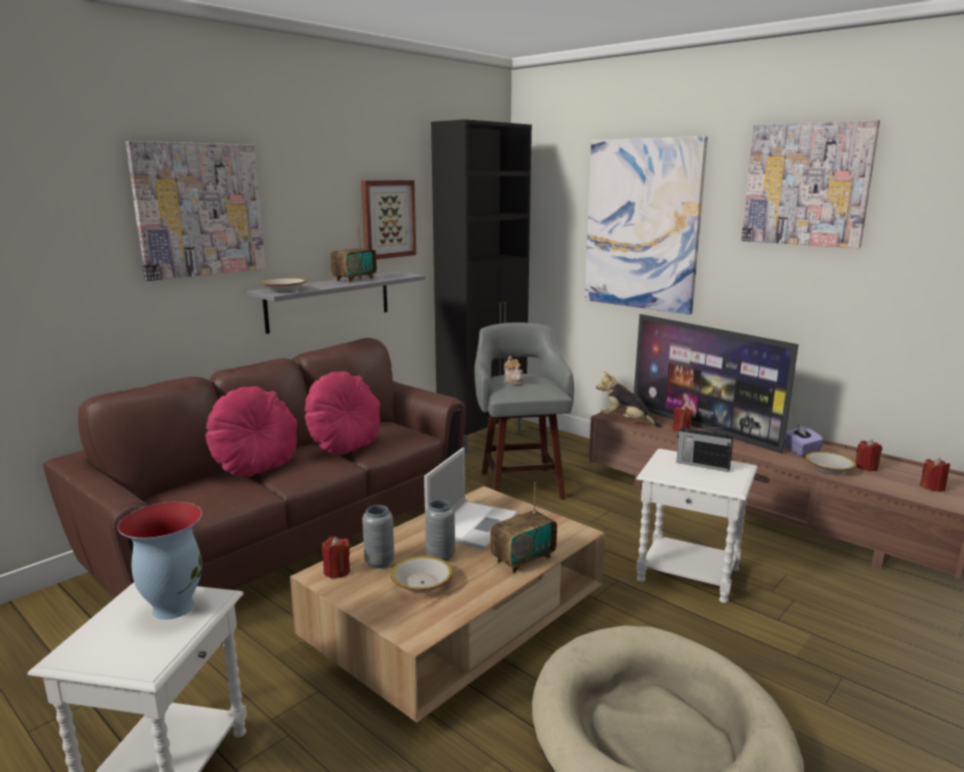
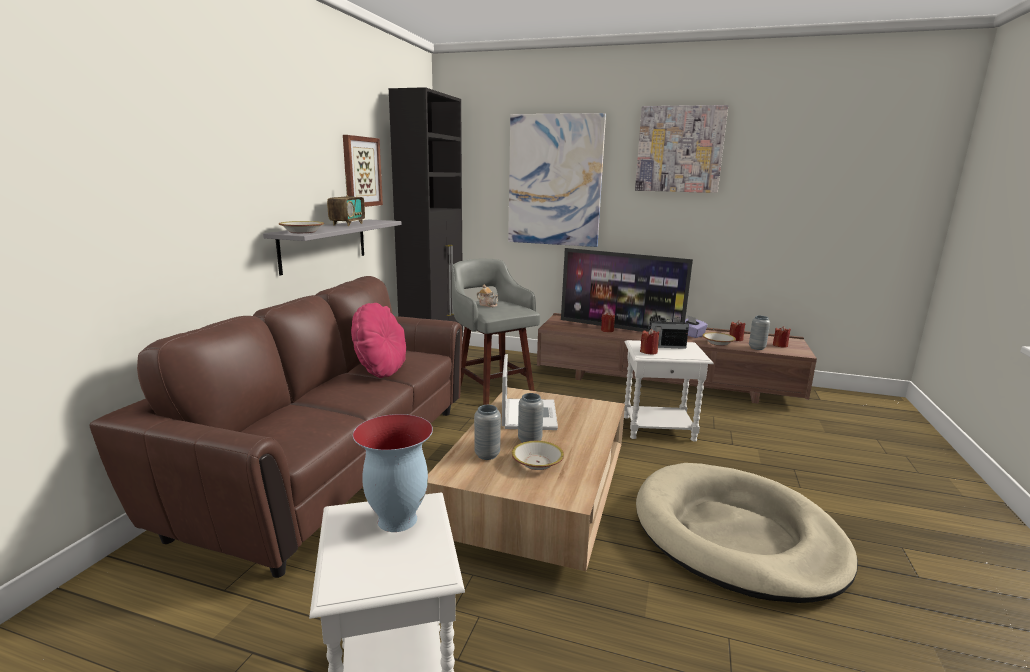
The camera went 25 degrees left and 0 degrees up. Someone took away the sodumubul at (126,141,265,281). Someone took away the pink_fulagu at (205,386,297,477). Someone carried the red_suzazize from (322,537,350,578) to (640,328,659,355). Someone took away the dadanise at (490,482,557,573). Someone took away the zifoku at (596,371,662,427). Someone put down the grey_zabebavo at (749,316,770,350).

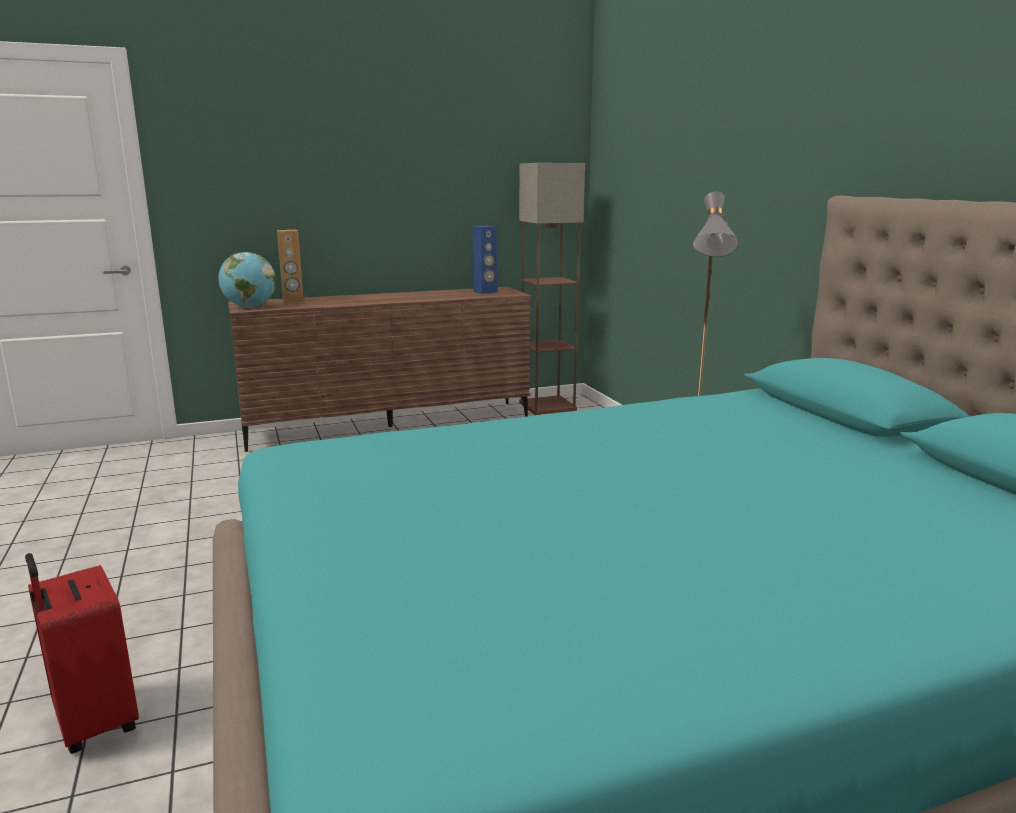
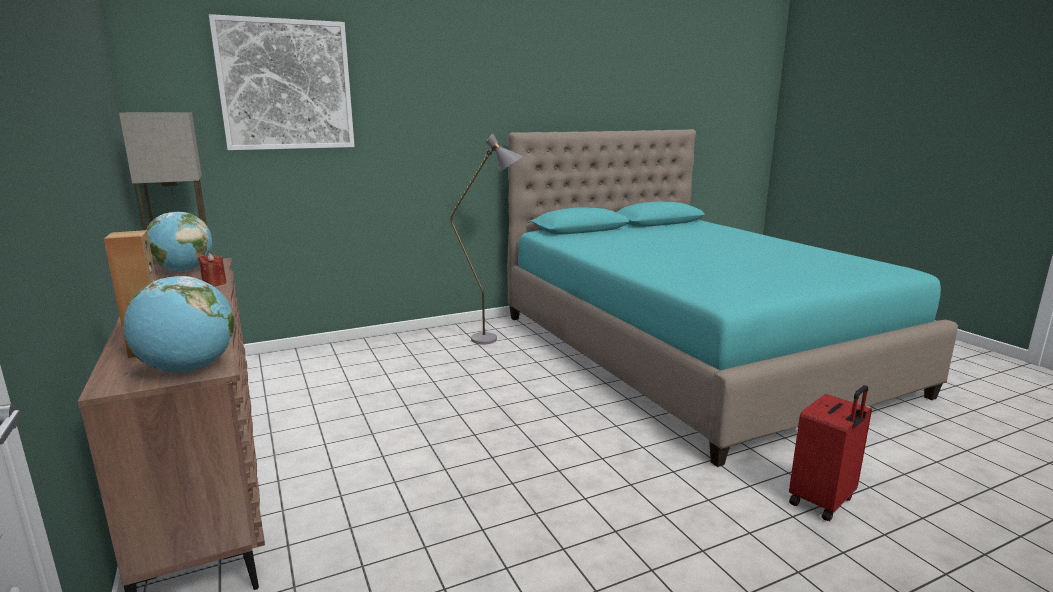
The camera went 95 degrees left and 0 degrees up. Someone swapped the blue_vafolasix at (473,226,497,294) for the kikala at (146,212,212,271). Someone put down the red_suzazize at (198,253,226,286). Someone put up the sodumubul at (209,14,355,150).

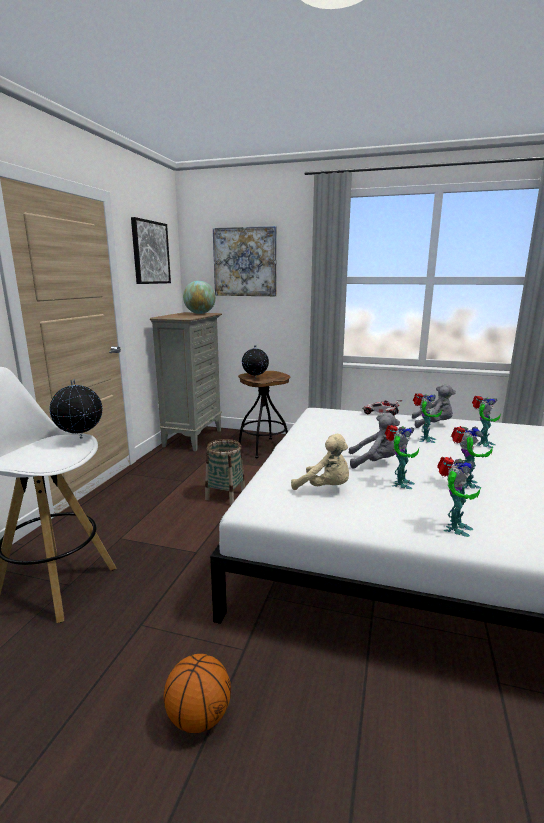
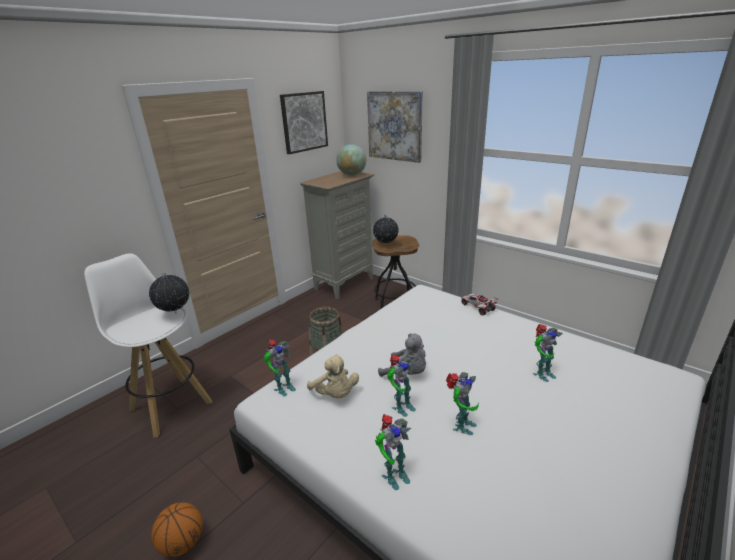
The camera went 25 degrees right and 10 degrees up. Someone took away the grey_zifoku at (412,384,456,428). Someone carried the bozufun from (413,393,442,443) to (263,340,296,396).

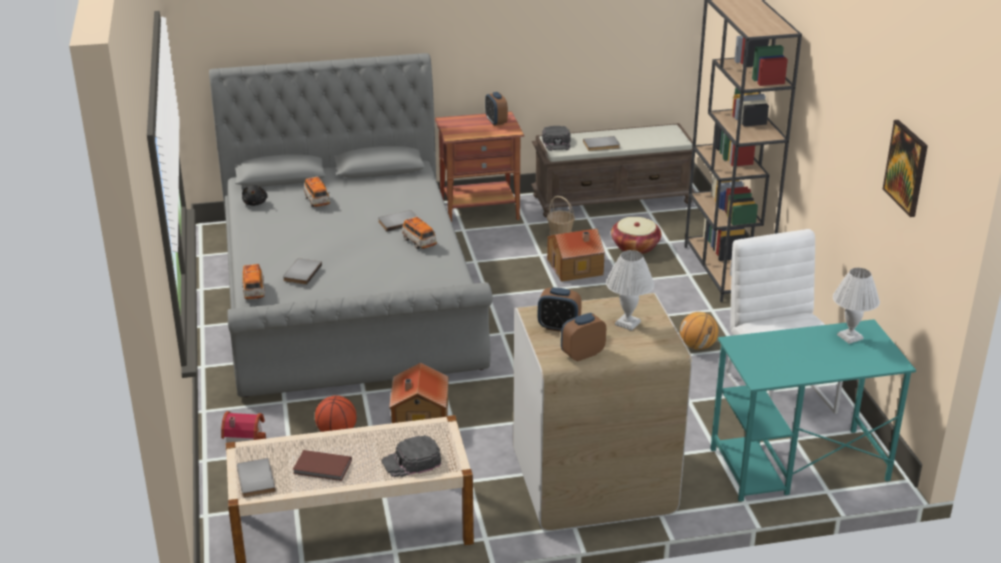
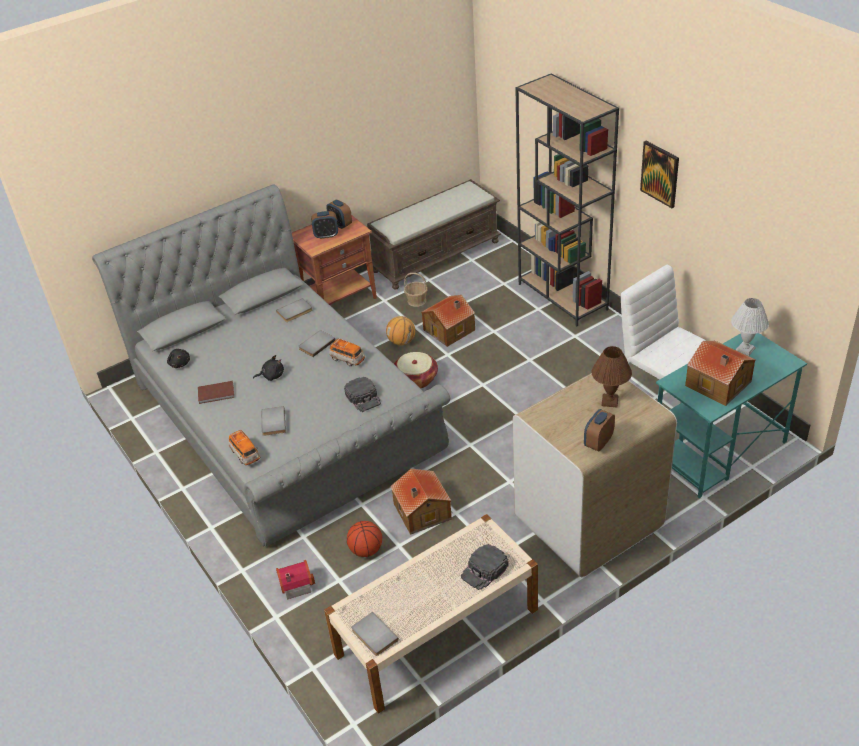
The camera went 20 degrees left and 10 degrees up. Someone carried the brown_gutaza from (293,450,352,481) to (198,381,234,404). Someone took away the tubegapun at (304,176,330,207). Someone carried the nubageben from (538,288,582,332) to (311,211,338,239). Someone carried the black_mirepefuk from (542,126,571,151) to (344,377,381,412). Someone carried the grey_gutaza from (583,136,620,151) to (276,298,313,322). Someone repainted the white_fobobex at (606,250,654,331), which became the brown_fobobex at (592,346,632,407). Someone carried the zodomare from (611,217,662,254) to (394,352,438,389). Someone carried the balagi from (680,312,719,350) to (386,316,415,345). Someone carried the sodumubul from (883,120,928,217) to (640,141,679,208). Someone put down the black_zifoku at (253,355,284,381). Someone put down the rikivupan at (685,341,756,406).

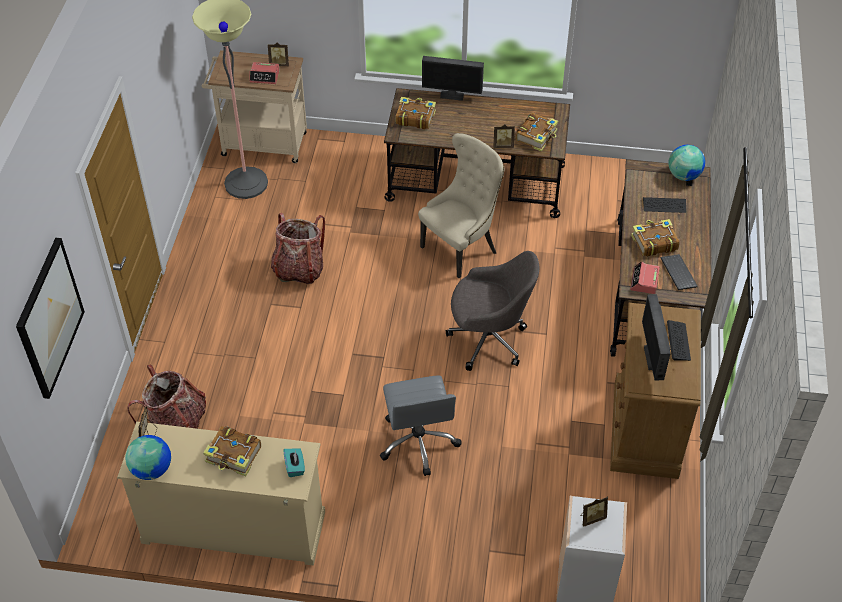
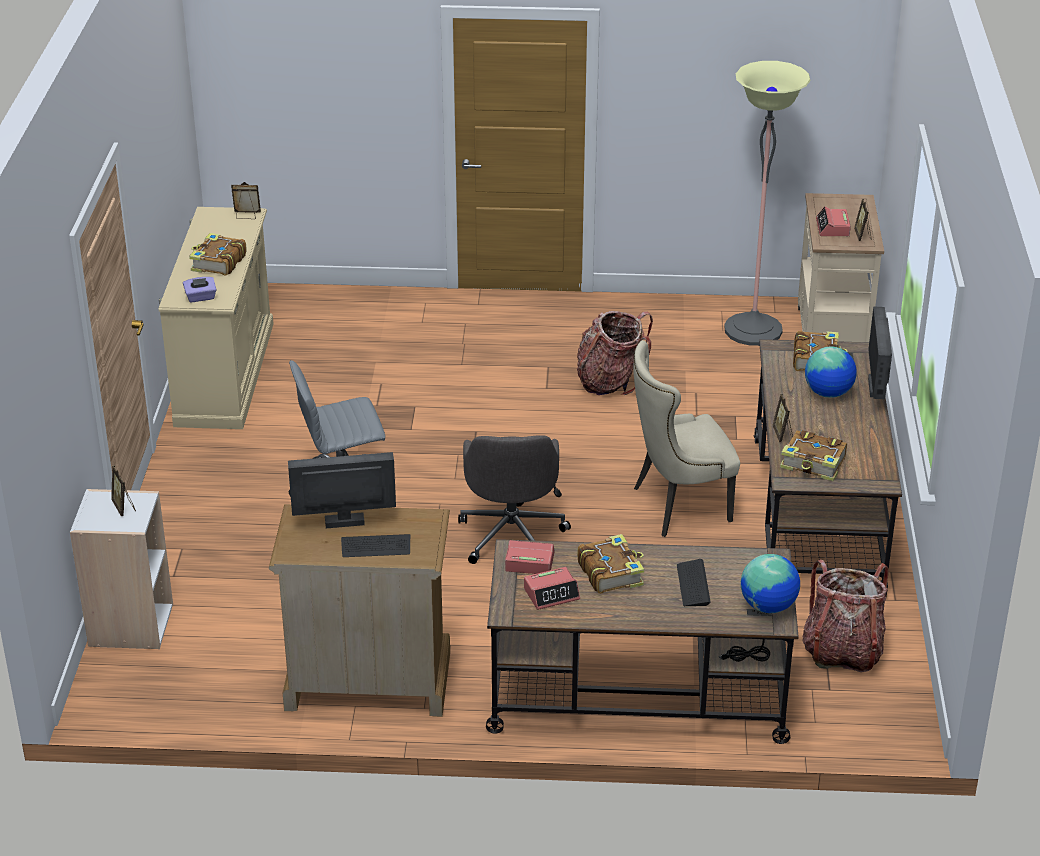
The camera went 85 degrees right and 15 degrees down. Someone took away the sodumubul at (16,238,85,399). Someone carried the kikala from (125,435,171,480) to (805,346,857,398). Someone carried the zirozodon from (128,365,206,429) to (803,560,888,672). Someone repainted the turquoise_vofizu at (284,448,305,477), which became the purple_vofizu at (183,277,217,303). Someone rotated the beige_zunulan at (418,133,504,278) by 120 degrees clockwise. Someone swapped the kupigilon at (661,254,698,290) for the nubageben at (524,567,580,610).

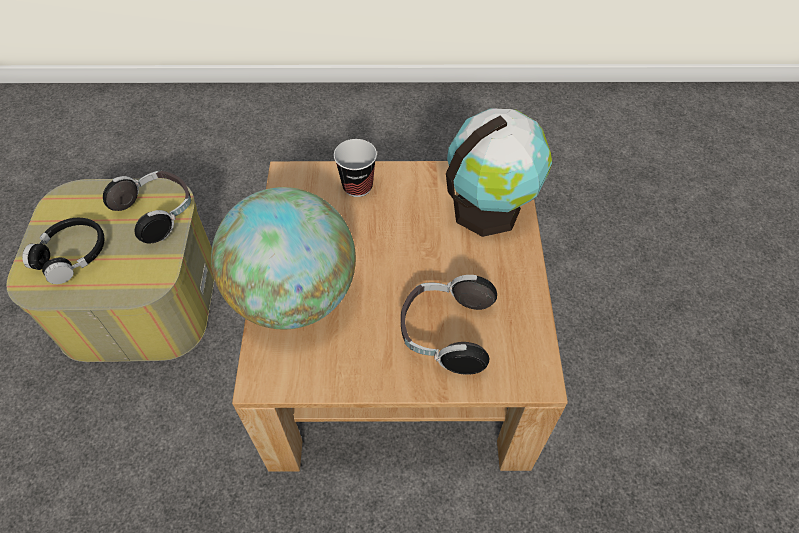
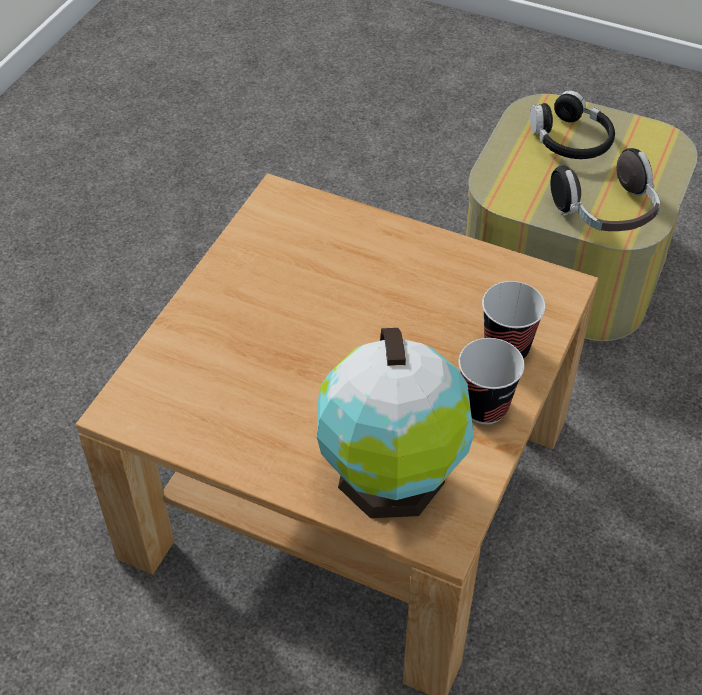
The camera went 115 degrees right and 5 degrees down. Someone took away the kikala at (211,187,356,329). Someone took away the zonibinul at (401,275,497,375). Someone put down the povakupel at (458,338,525,424).

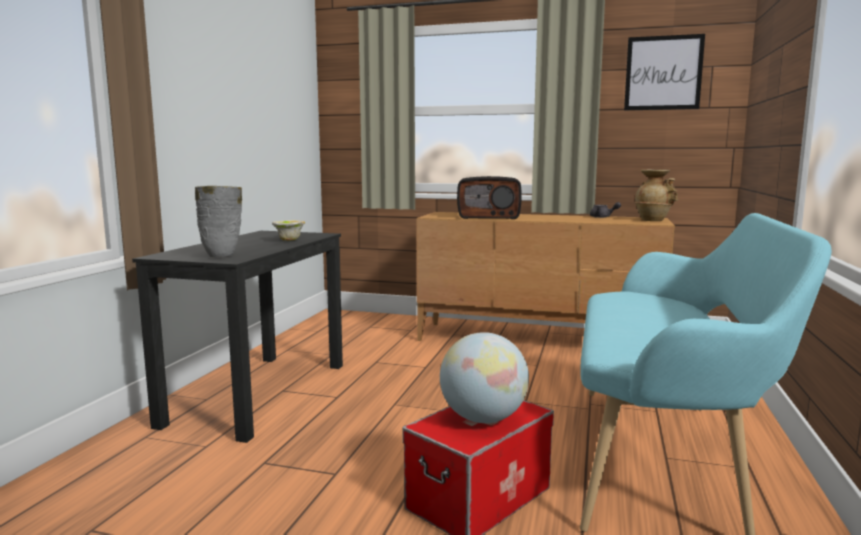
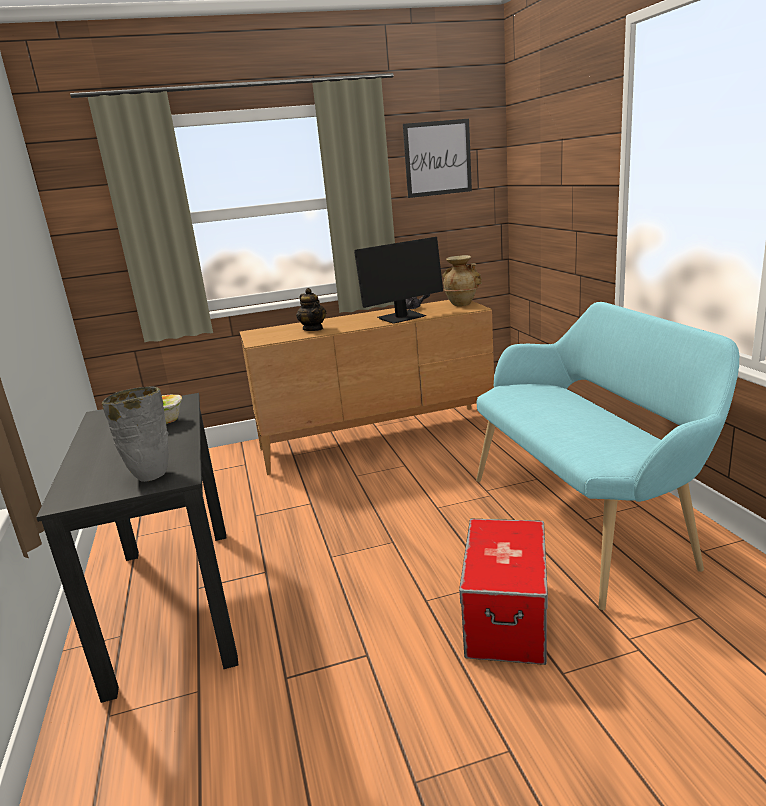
The camera went 30 degrees left and 10 degrees up. Someone took away the kikala at (440,332,529,423). Someone swapped the dadanise at (457,176,522,219) for the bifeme at (296,288,326,331). Someone put down the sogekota at (354,237,443,324).

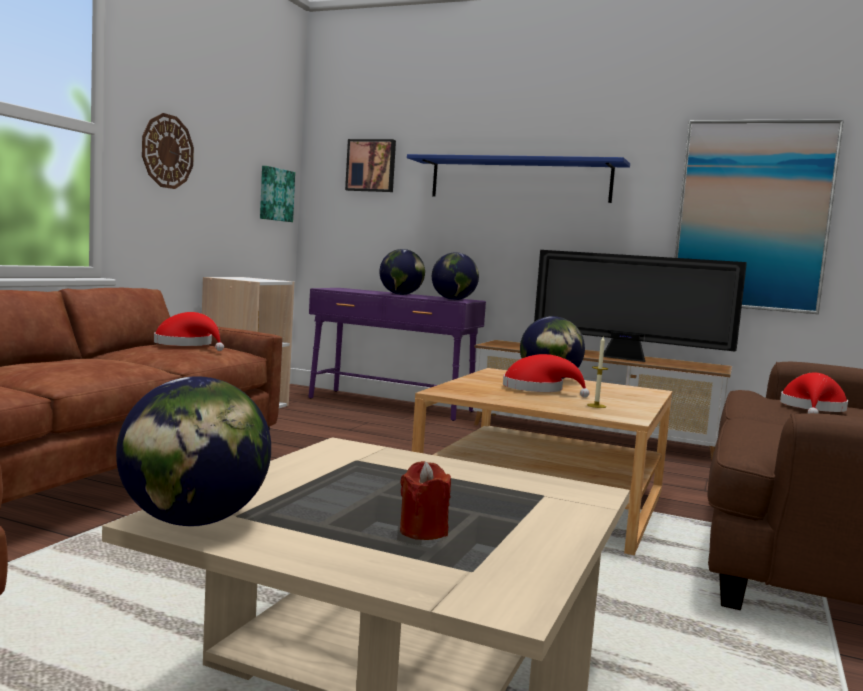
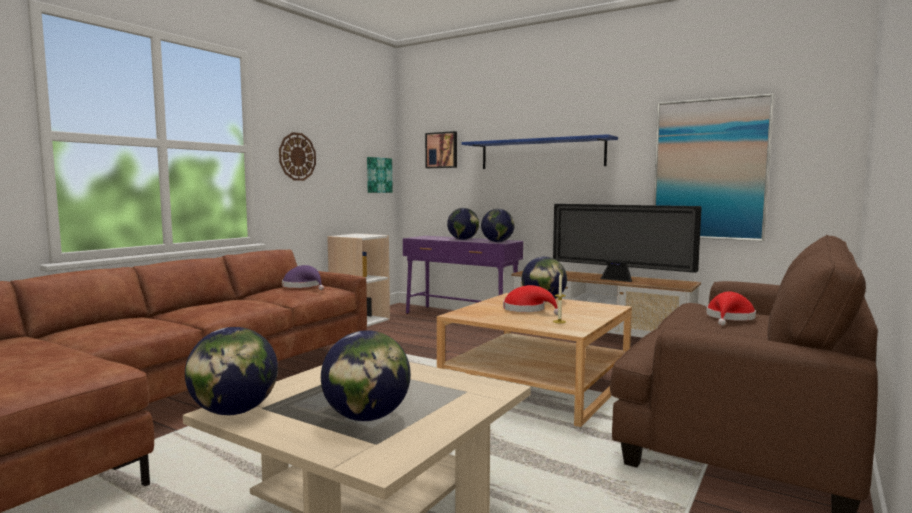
The camera went 10 degrees right and 0 degrees up. Someone repainted the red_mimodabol at (154,312,224,351), which became the purple_mimodabol at (282,265,324,290). Someone swapped the red_suzazize at (400,461,451,540) for the kikala at (321,330,411,421).

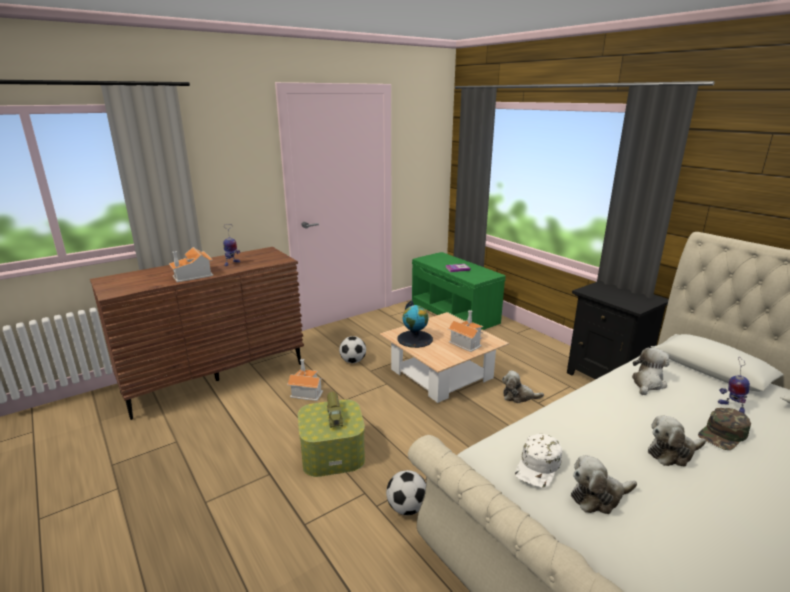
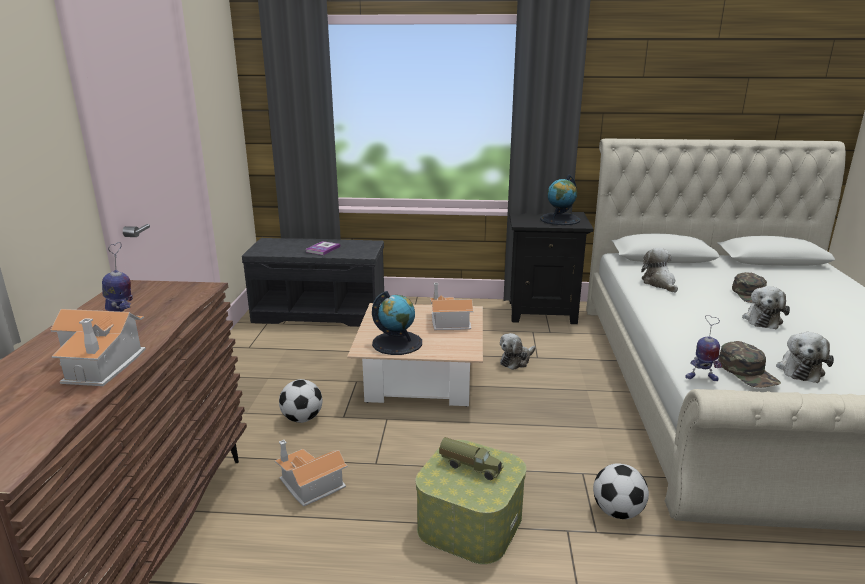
The camera went 50 degrees left and 0 degrees up. Someone repainted the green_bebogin at (412,252,506,330), which became the grey_bebogin at (242,238,384,326). Someone repainted the white_mirepefuk at (515,434,562,488), which became the green_mirepefuk at (718,341,781,388). Someone carried the bozufun from (718,357,750,413) to (685,315,722,381). Someone put down the kikala at (540,174,581,225).

